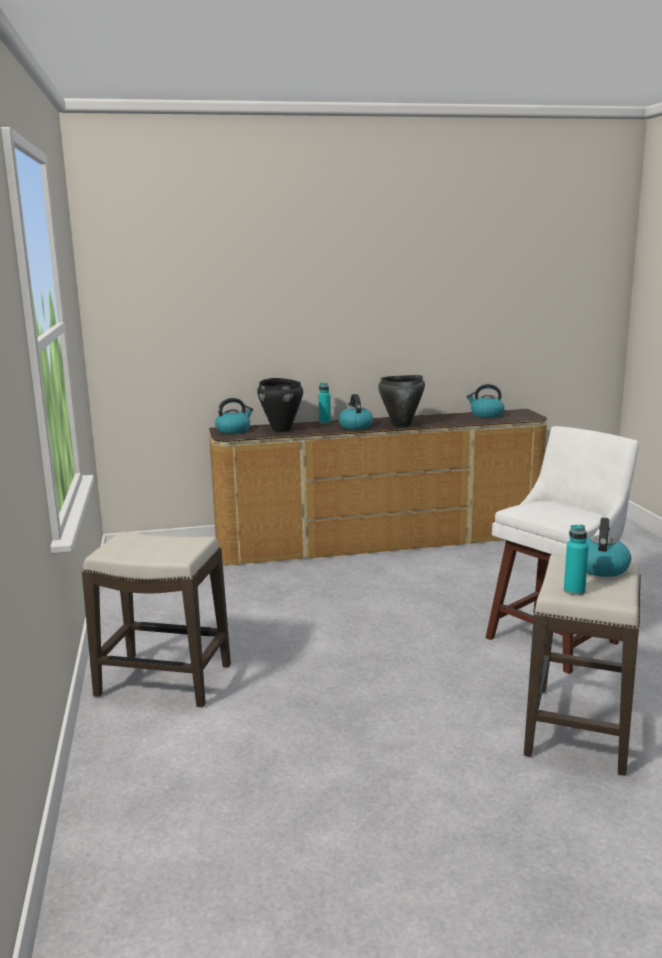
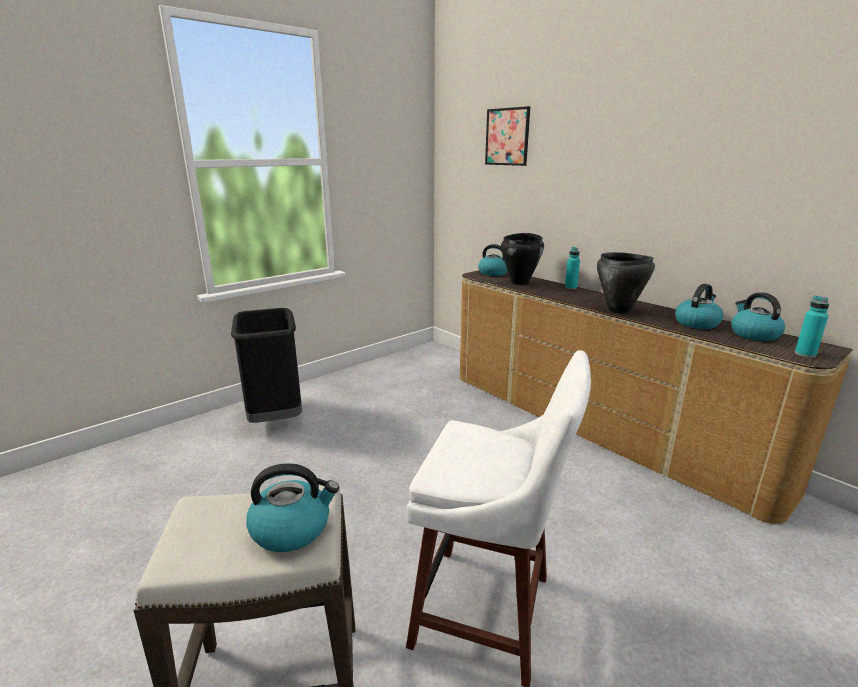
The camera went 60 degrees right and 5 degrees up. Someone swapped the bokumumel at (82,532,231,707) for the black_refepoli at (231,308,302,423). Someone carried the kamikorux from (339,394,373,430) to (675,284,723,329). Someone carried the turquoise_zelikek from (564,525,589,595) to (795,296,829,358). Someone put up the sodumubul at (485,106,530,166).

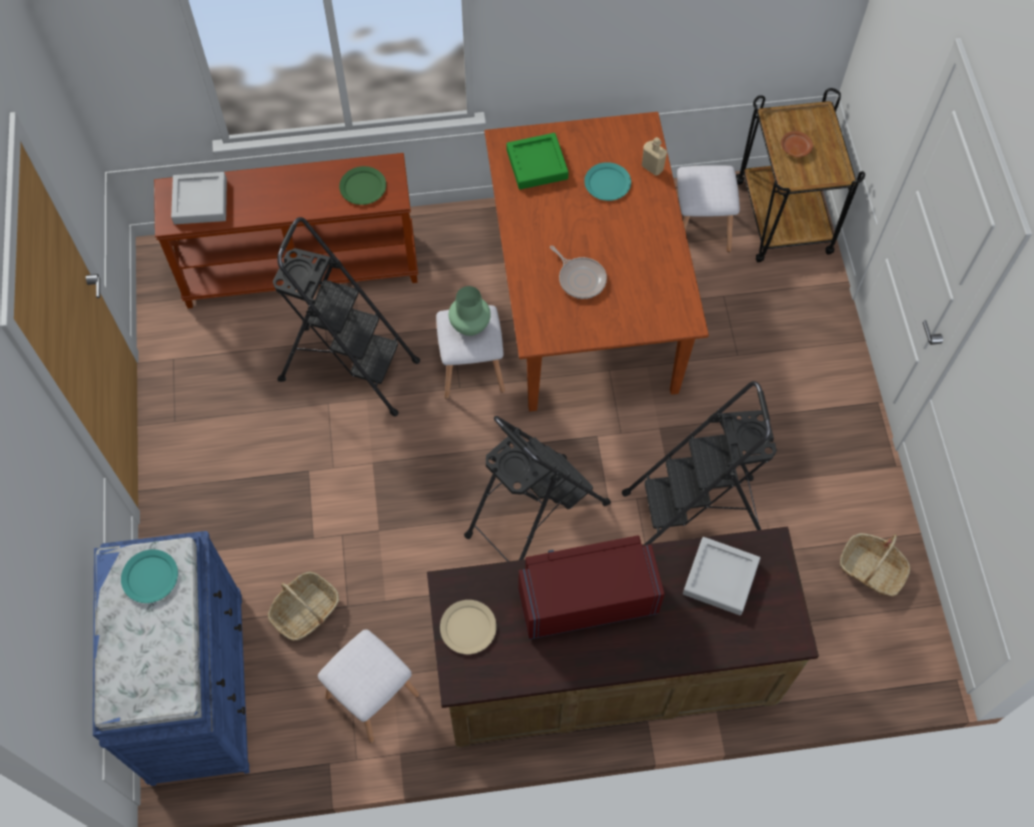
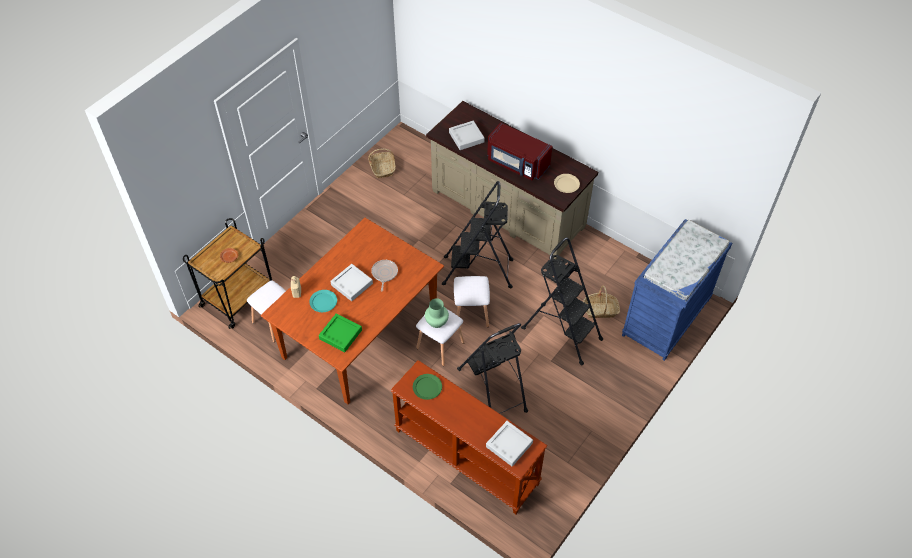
The camera went 135 degrees left and 10 degrees down. Someone took away the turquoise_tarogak at (121,549,178,603). Someone carried the white_bokumumel from (318,629,419,743) to (454,276,490,327). Someone carried the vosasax from (622,381,777,544) to (521,238,603,365). Someone put down the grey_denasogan at (330,264,373,301).

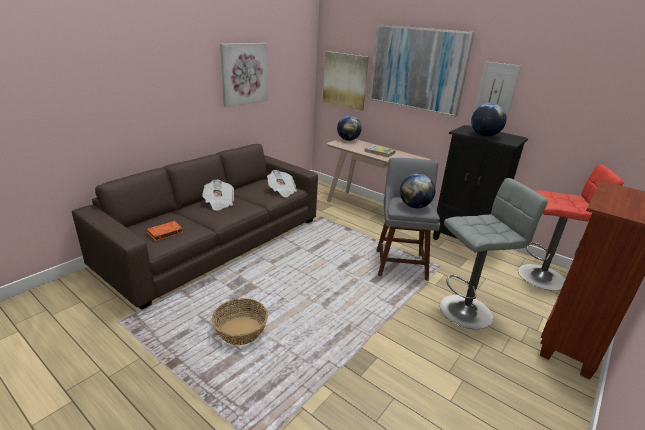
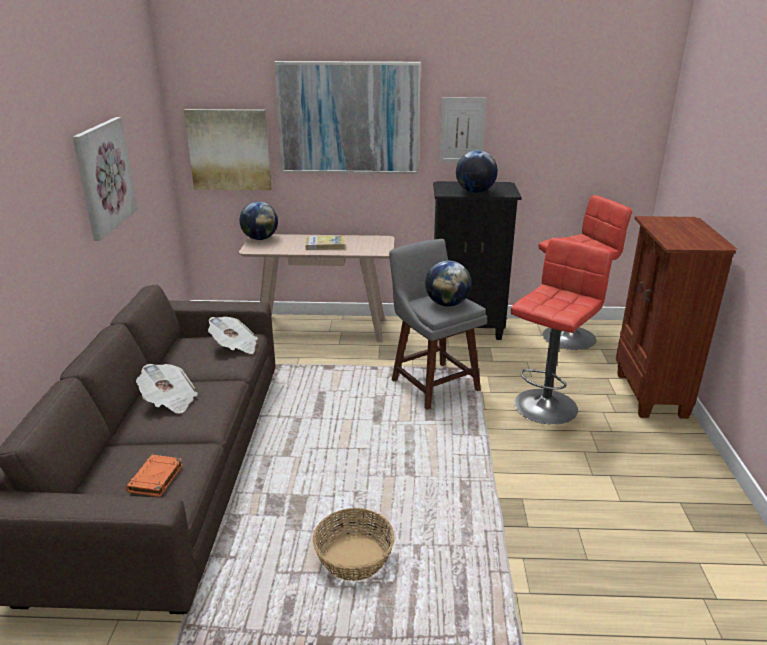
The camera went 35 degrees left and 0 degrees up. Someone repainted the grey_bokumumel at (440,178,548,329), which became the red_bokumumel at (511,238,613,424).

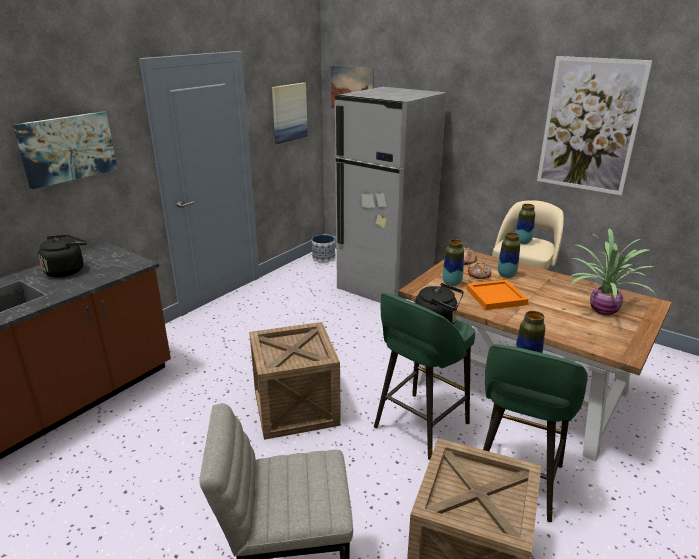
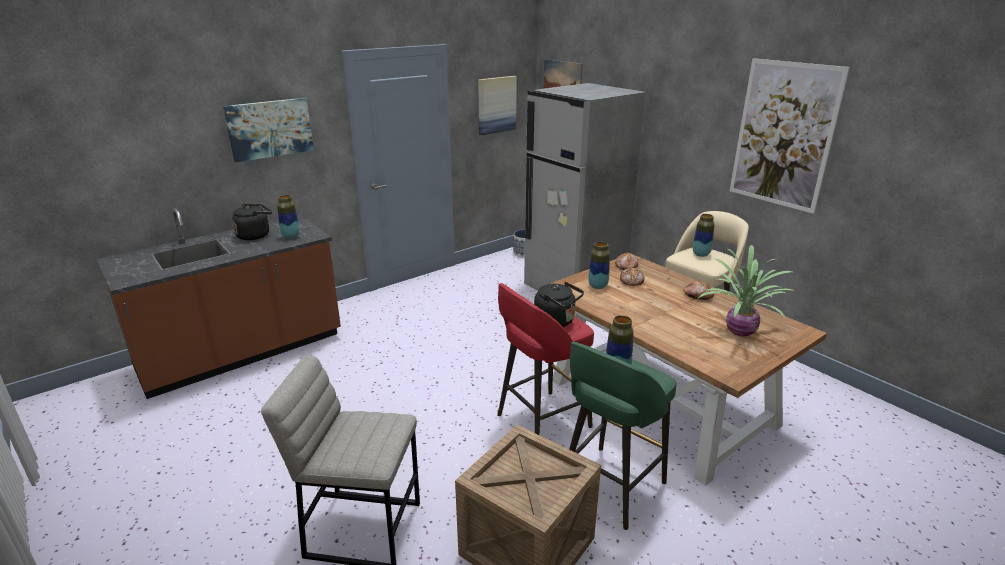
The camera went 15 degrees right and 0 degrees up. Someone took away the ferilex at (249,322,341,440). Someone repainted the green_bokumumel at (374,293,475,460), which became the red_bokumumel at (497,283,594,435). Someone took away the orange_denasogan at (466,280,528,310). Someone carried the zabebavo from (498,232,520,278) to (277,195,300,239). Someone put down the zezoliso at (683,281,714,300).

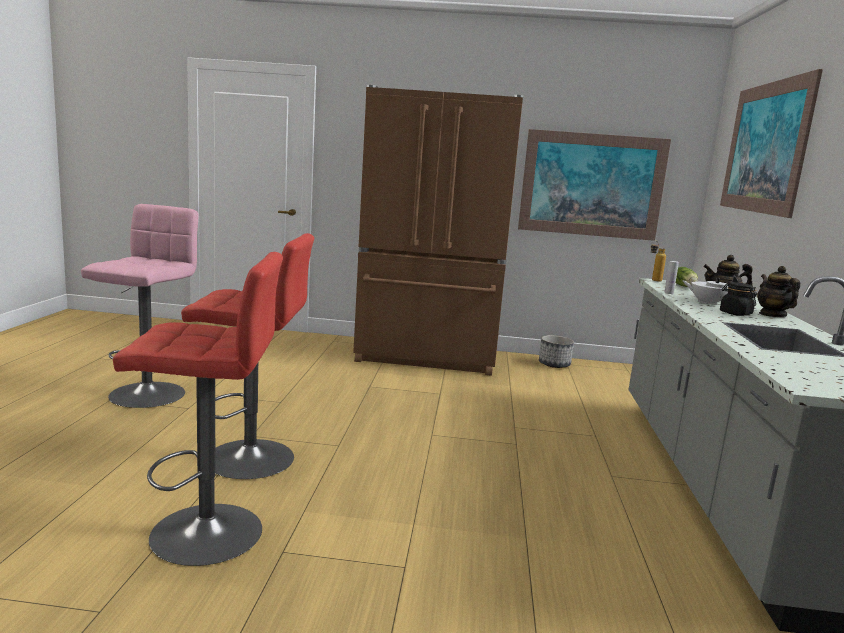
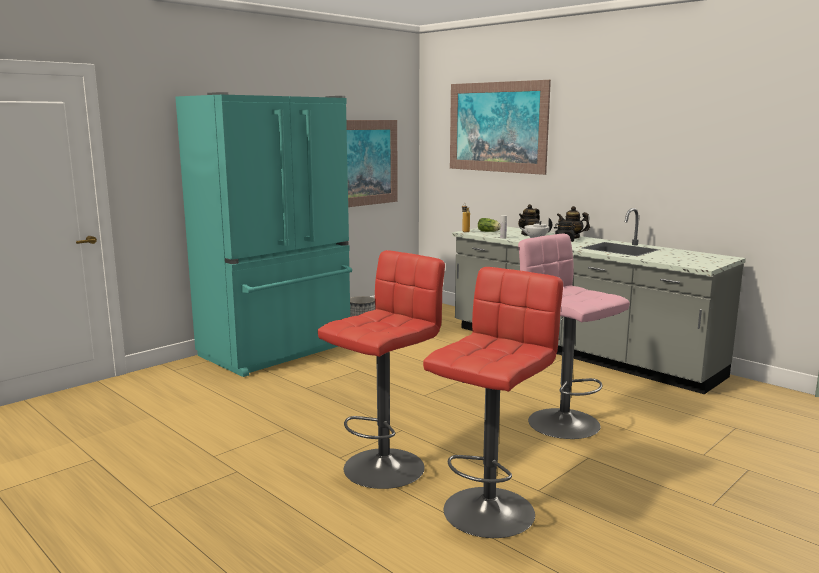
The camera went 50 degrees left and 0 degrees up. Someone carried the pink_bokumumel from (81,204,199,408) to (518,234,630,439). Someone repainted the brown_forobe at (353,85,523,376), which became the turquoise_forobe at (175,92,352,377).

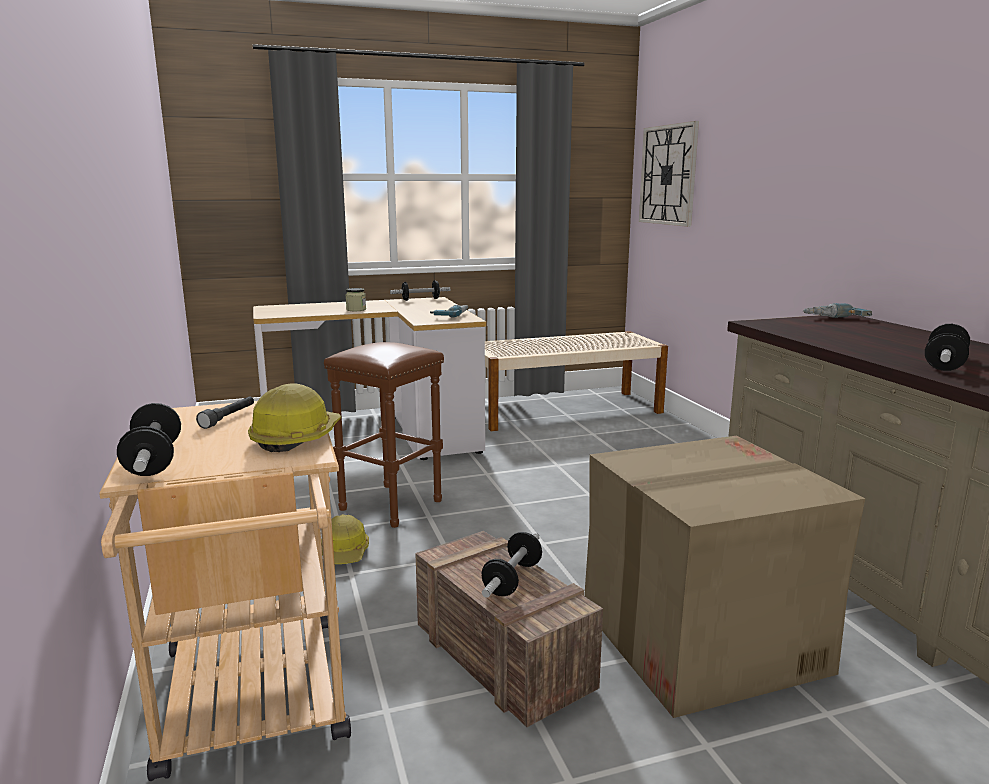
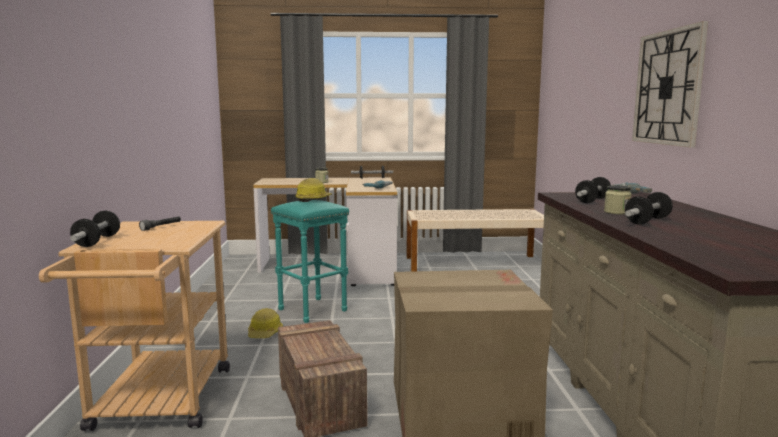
The camera went 15 degrees right and 5 degrees down. Someone carried the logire from (248,383,341,452) to (296,178,332,202). Someone repainted the brown_bokumumel at (324,342,444,528), which became the turquoise_bokumumel at (271,200,349,323). Someone carried the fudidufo from (482,532,542,598) to (575,177,611,203). Someone carried the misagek from (639,121,699,227) to (632,21,708,147). Someone put down the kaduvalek at (604,185,632,214).

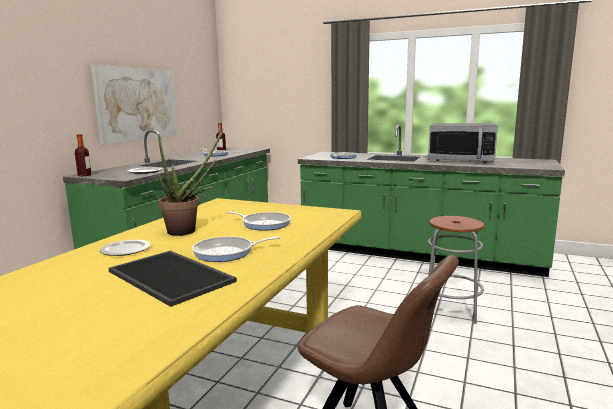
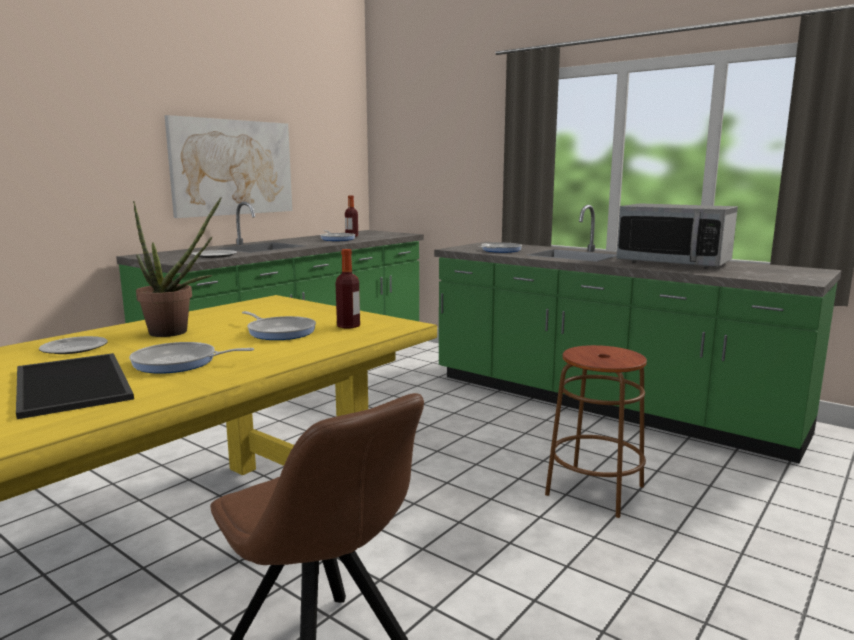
The camera went 15 degrees right and 0 degrees up. Someone carried the zelikek from (75,134,92,176) to (336,249,360,329). Someone repainted the grey_bokumumel at (426,216,484,324), which became the brown_bokumumel at (545,345,647,518).

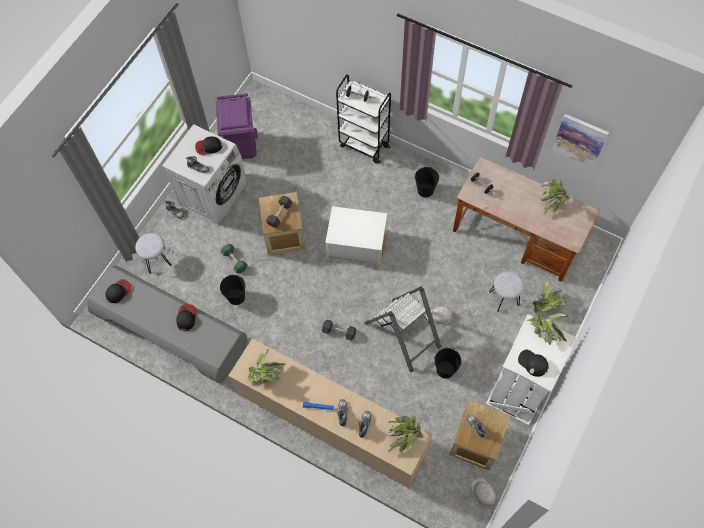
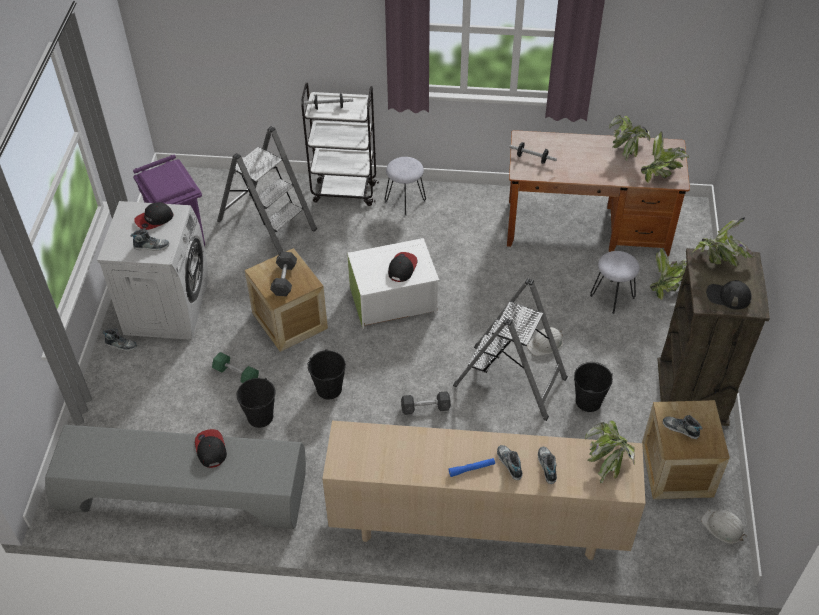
The camera went 25 degrees left and 15 degrees down. Someone carried the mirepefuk from (105,279,131,303) to (388,252,418,282). Someone carried the grey_bokumumel from (135,233,171,274) to (384,157,426,216). Someone carried the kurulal from (247,349,286,384) to (641,131,689,183). Someone carried the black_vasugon from (415,167,439,198) to (307,349,346,399). Someone repainted the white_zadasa at (486,314,577,426), which became the brown_zadasa at (658,248,770,426). Someone took away the sodumubul at (552,114,609,168). Someone put down the grey_vosasax at (217,126,317,255).

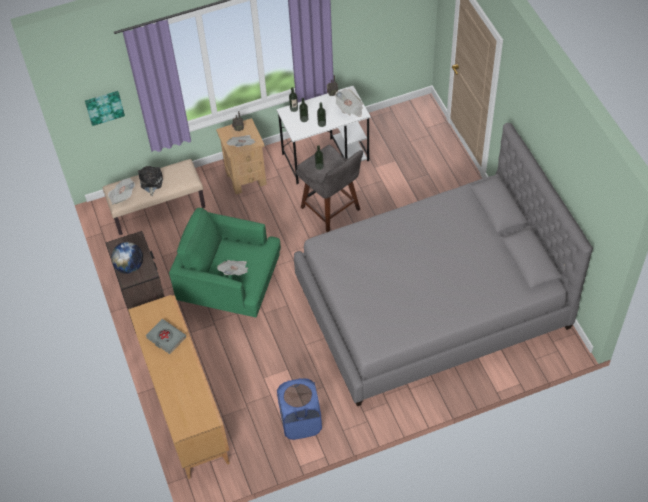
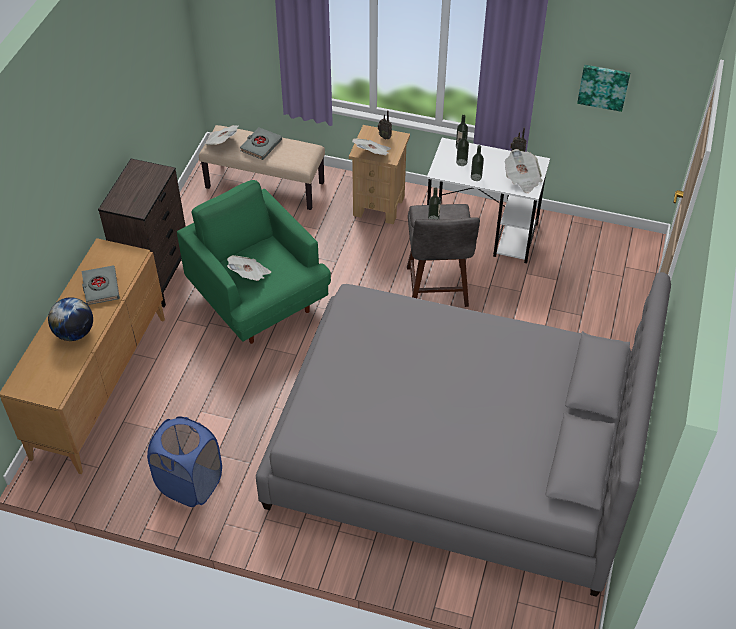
The camera went 35 degrees right and 5 degrees down. Someone carried the sodumubul from (85,91,125,126) to (577,65,630,112). Someone carried the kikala from (111,242,143,274) to (48,297,93,341). Someone swapped the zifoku at (138,166,163,196) for the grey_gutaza at (240,127,282,160).

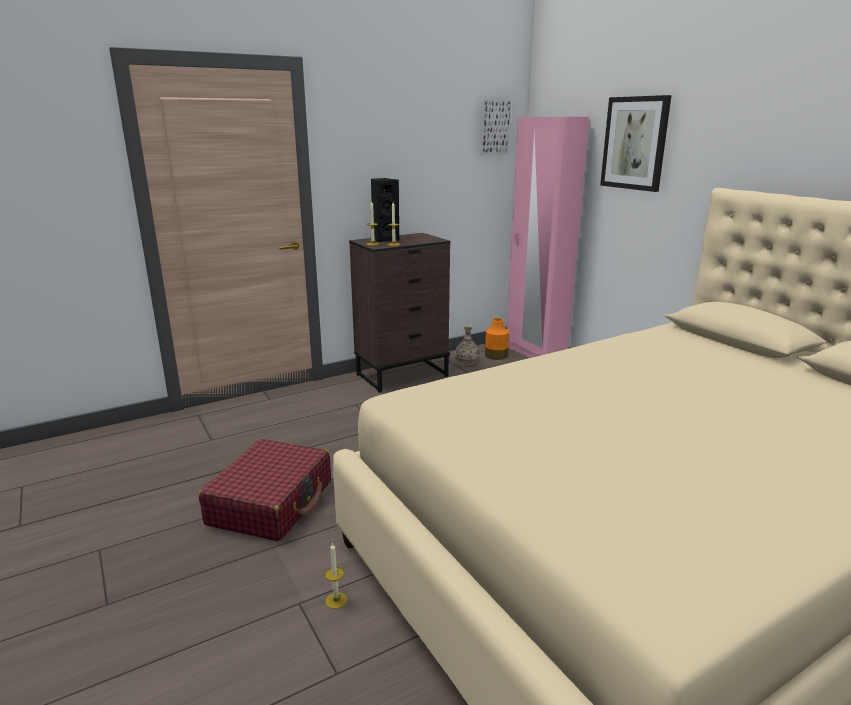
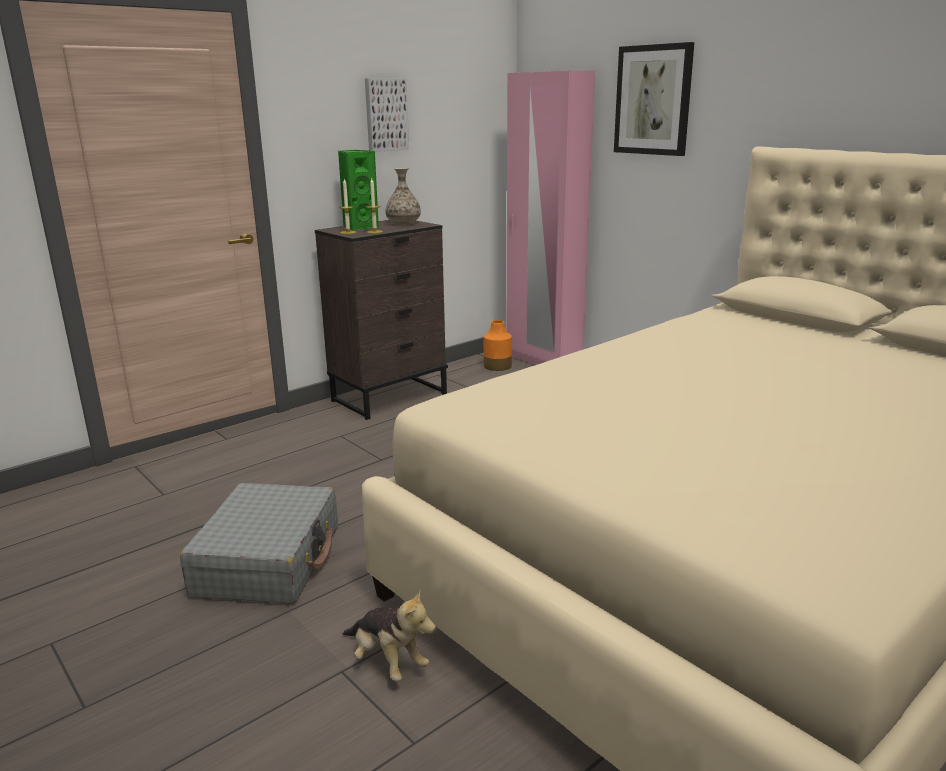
The camera went 10 degrees left and 0 degrees up. Someone repainted the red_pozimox at (199,439,331,542), which became the grey_pozimox at (180,483,338,604). Someone swapped the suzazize at (325,542,347,609) for the zifoku at (343,589,436,681). Someone repainted the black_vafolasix at (371,178,399,242), which became the green_vafolasix at (338,150,379,231). Someone carried the zabebavo from (455,325,480,365) to (386,168,421,225). Someone carried the sodumubul from (479,99,512,155) to (365,78,409,152).

